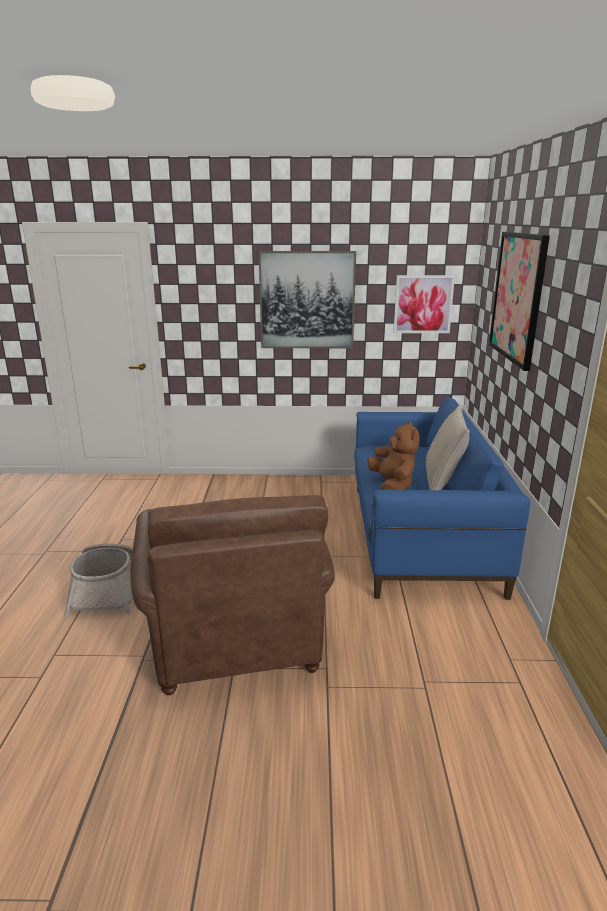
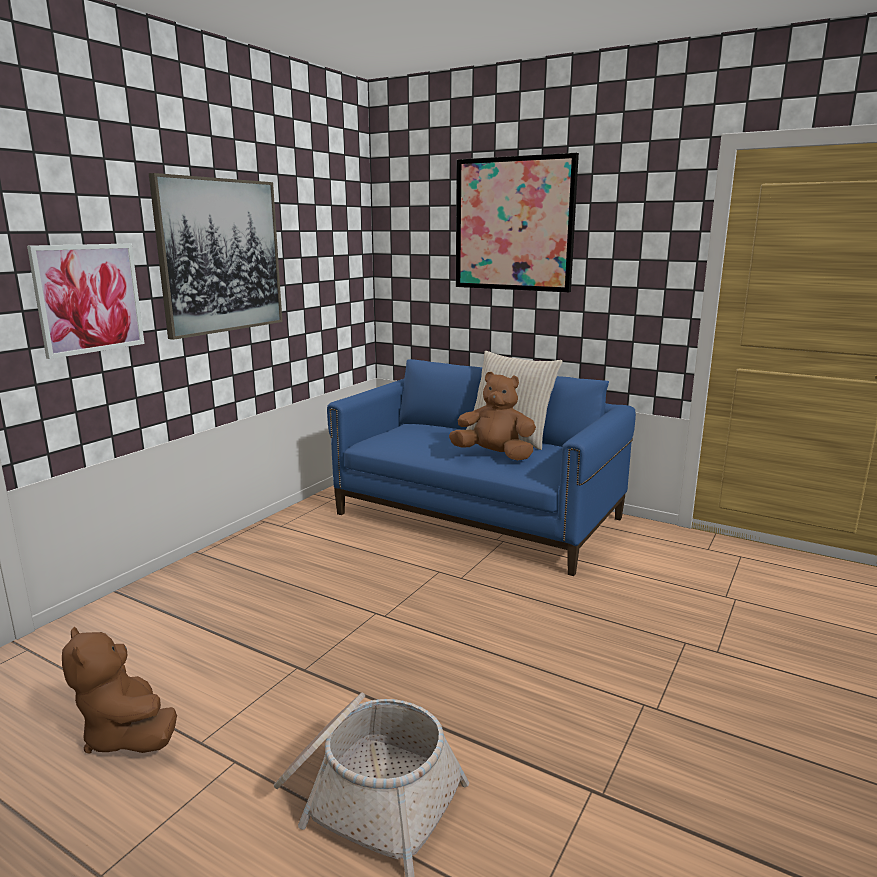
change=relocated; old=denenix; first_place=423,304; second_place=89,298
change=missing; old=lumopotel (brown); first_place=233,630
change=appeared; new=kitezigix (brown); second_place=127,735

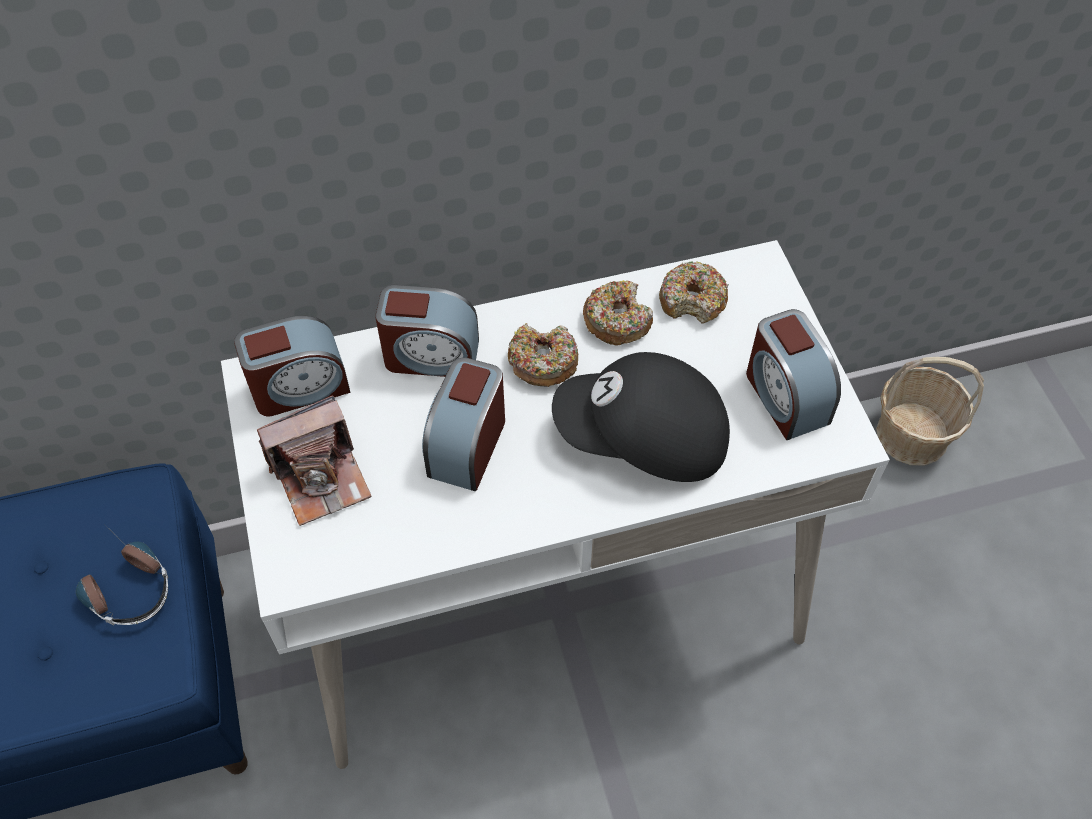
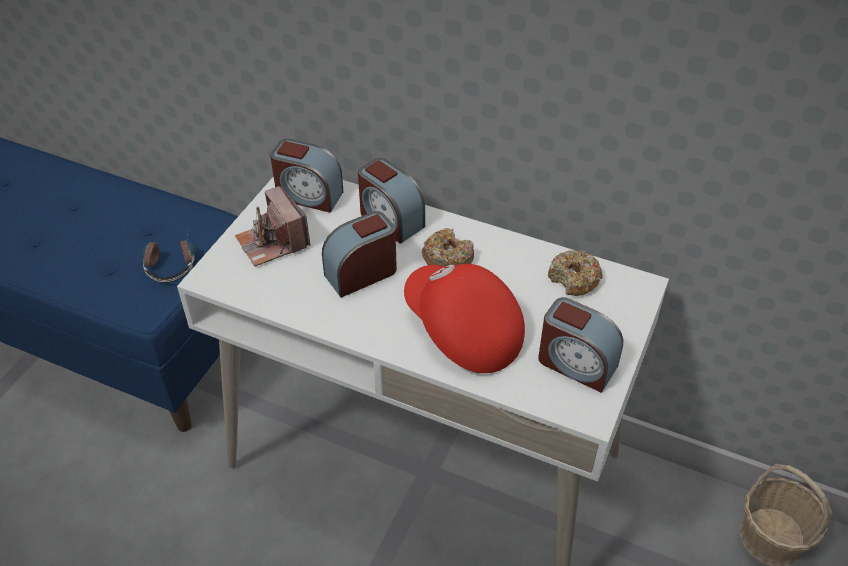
change=missing; old=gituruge; first_place=617,320
change=spun; old=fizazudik; first_place=785,396; second_place=576,364; degrees=-75
change=colour; old=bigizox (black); new=bigizox (red); first_place=643,439; second_place=462,331
change=spun; old=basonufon; first_place=321,477; second_place=273,242; degrees=45

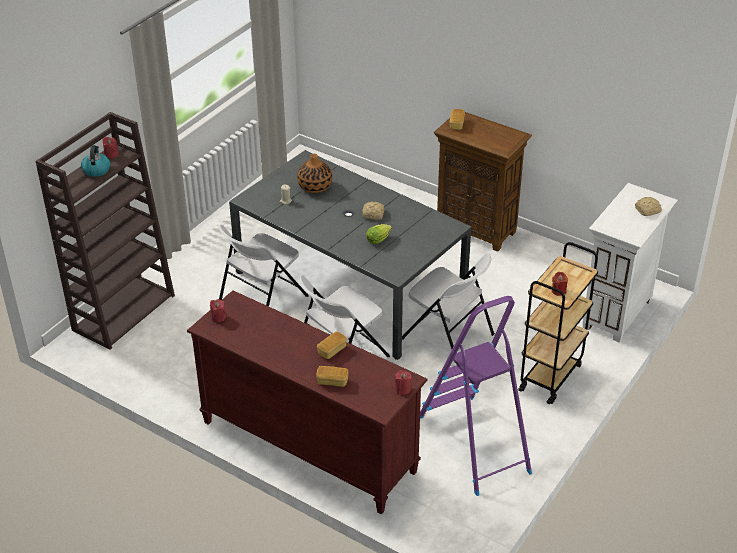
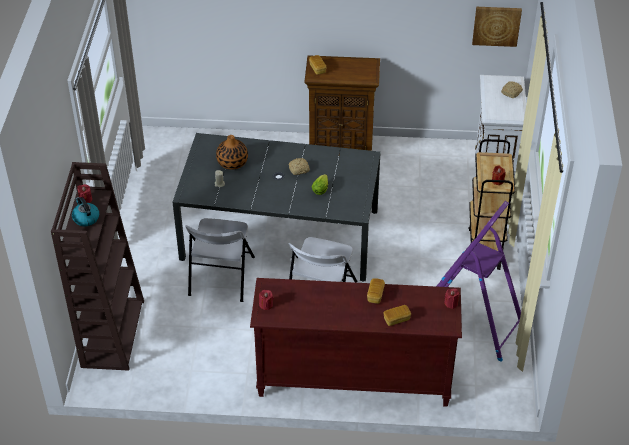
change=missing; old=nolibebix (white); first_place=447,337
change=appeared; new=denenix; second_place=496,25

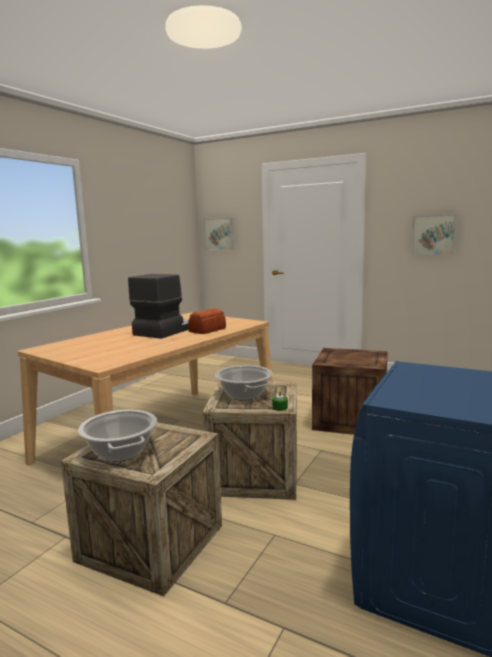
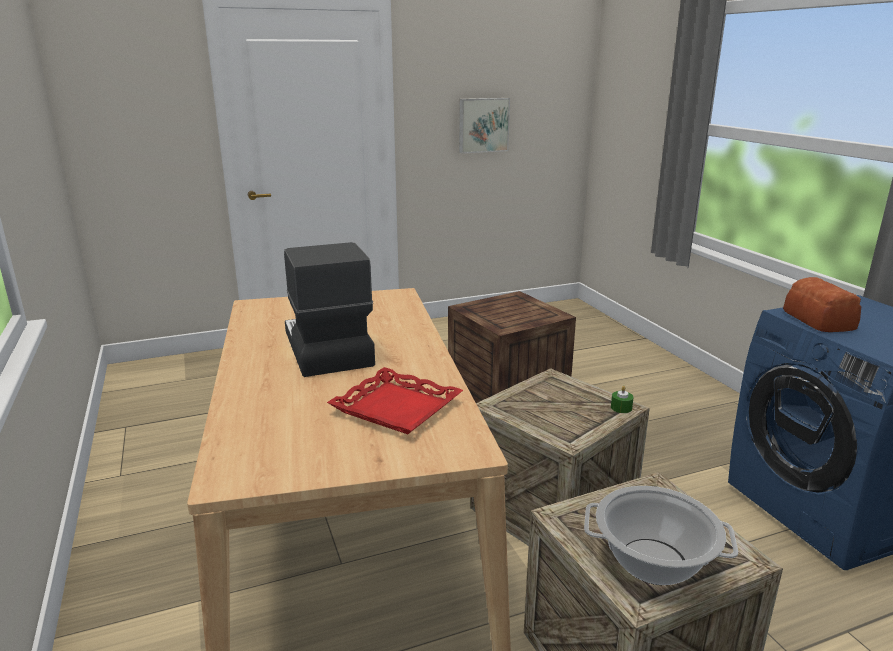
change=missing; old=denenix; first_place=219,234
change=relocated; old=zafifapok; first_place=208,330; second_place=819,319
change=missing; old=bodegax; first_place=244,395
change=appeared; new=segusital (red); second_place=397,407

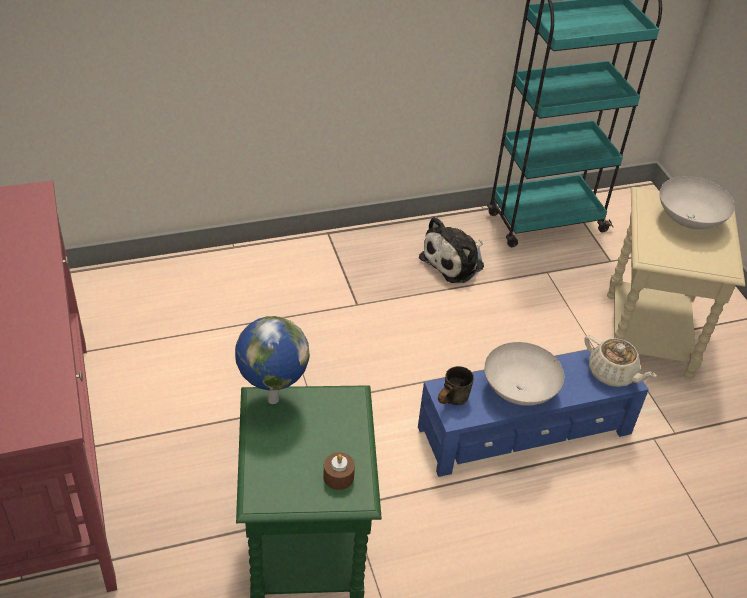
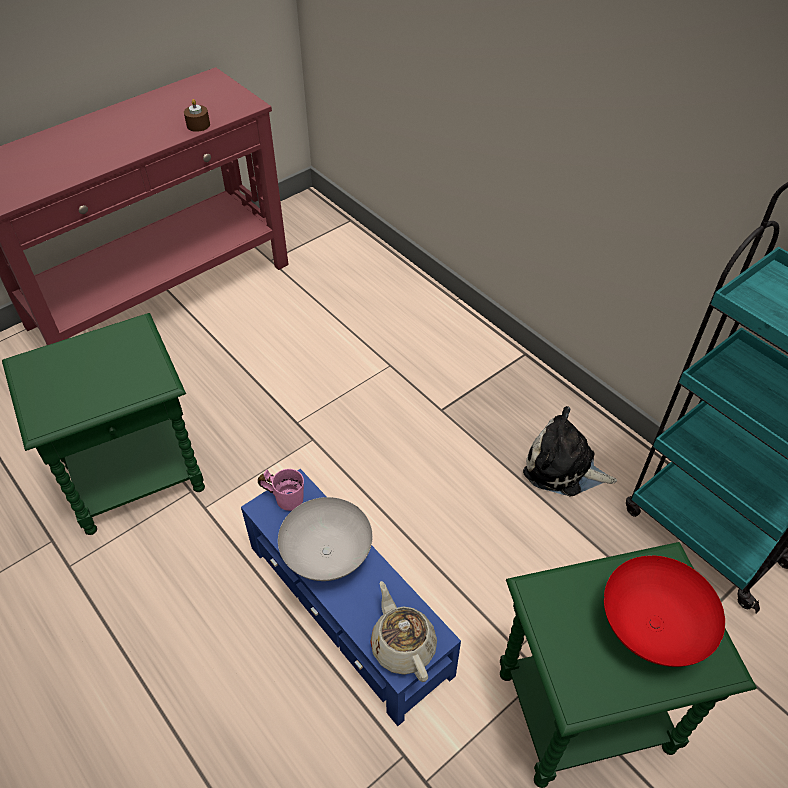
change=colour; old=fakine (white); new=fakine (red); first_place=688,219; second_place=654,626
change=colour; old=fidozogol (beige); new=fidozogol (green); first_place=651,334; second_place=586,712
change=missing; old=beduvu; first_place=271,399
change=spun; old=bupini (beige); first_place=612,374; second_place=402,645; degrees=135
change=colour; old=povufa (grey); new=povufa (pink); first_place=449,399; second_place=285,496
change=relocated; old=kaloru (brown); first_place=338,477; second_place=198,125

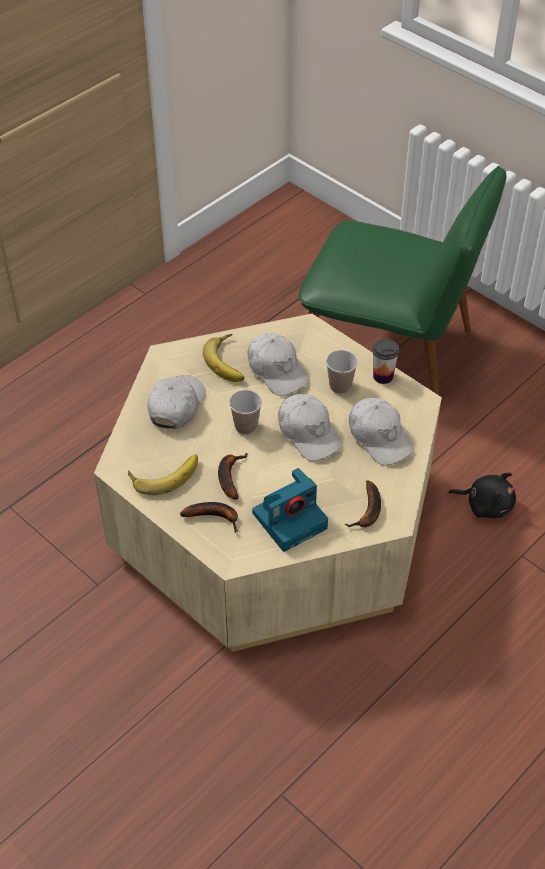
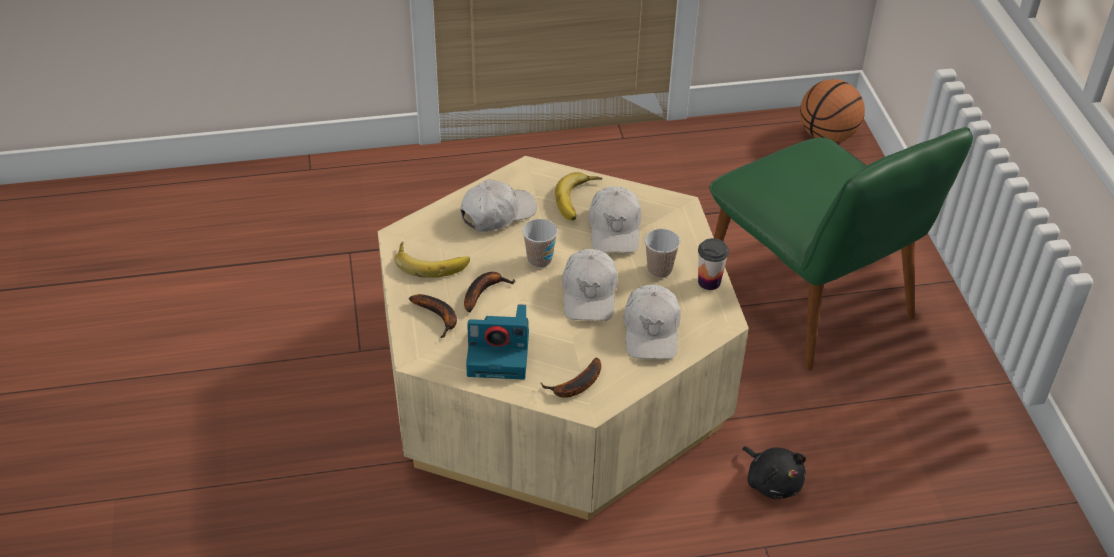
change=appeared; new=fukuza; second_place=827,136

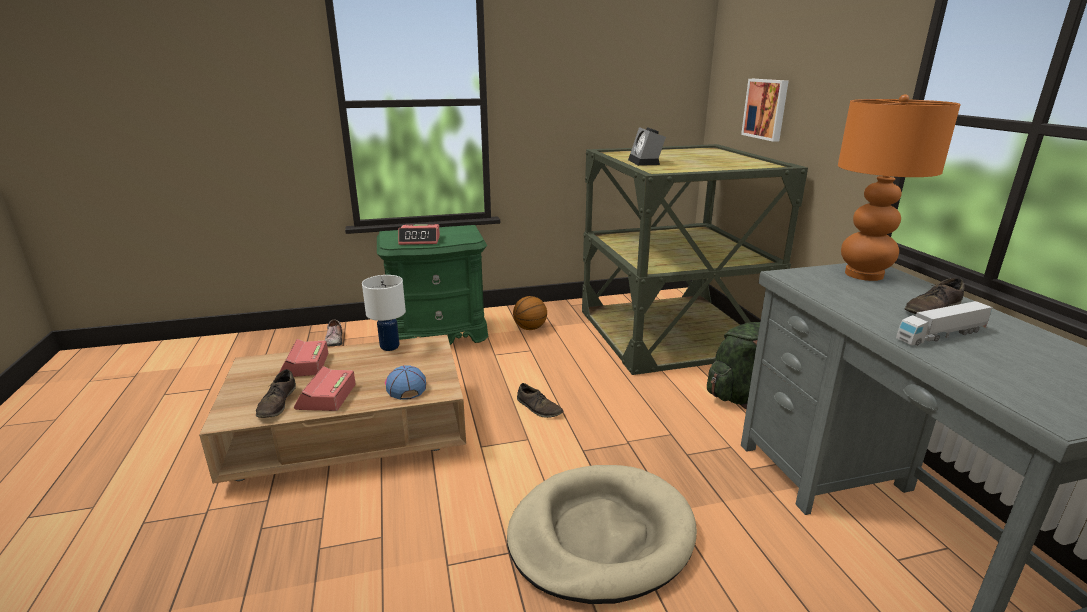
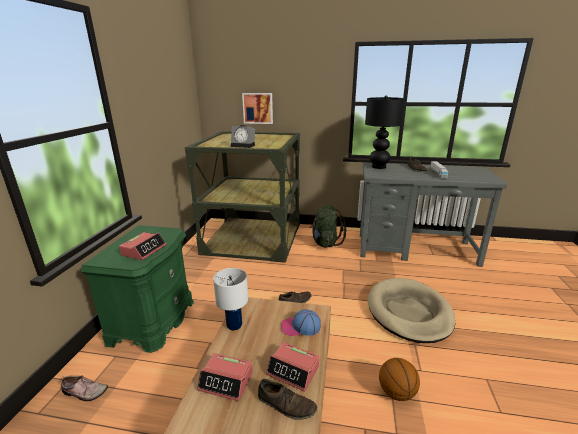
change=colour; old=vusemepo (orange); new=vusemepo (black); first_place=864,275; second_place=379,167
change=relocated; old=fukuza; first_place=530,328; second_place=396,393

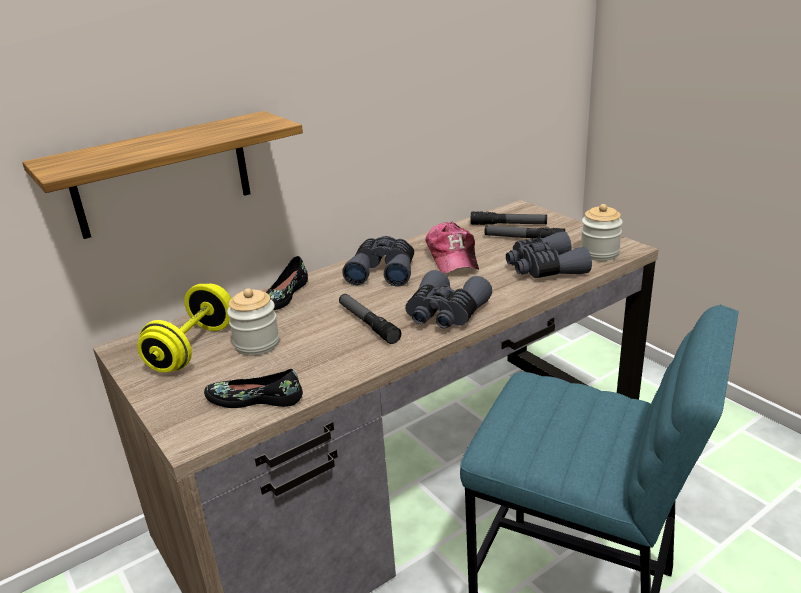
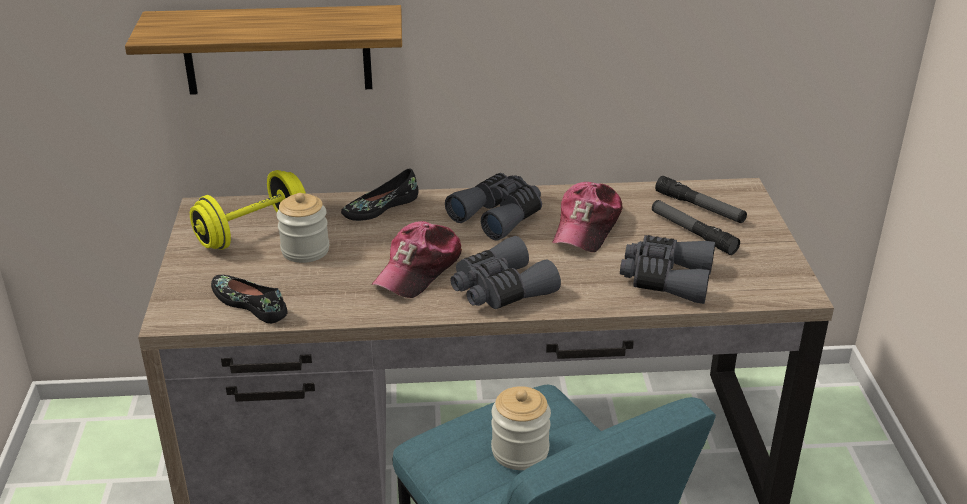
change=relocated; old=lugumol; first_place=599,253; second_place=520,451
change=exchanged; old=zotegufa; new=bigizox; first_place=368,323; second_place=419,270

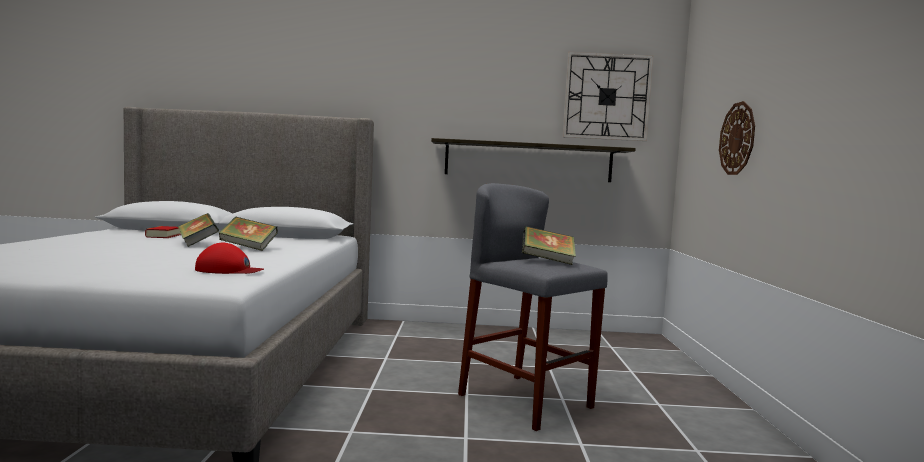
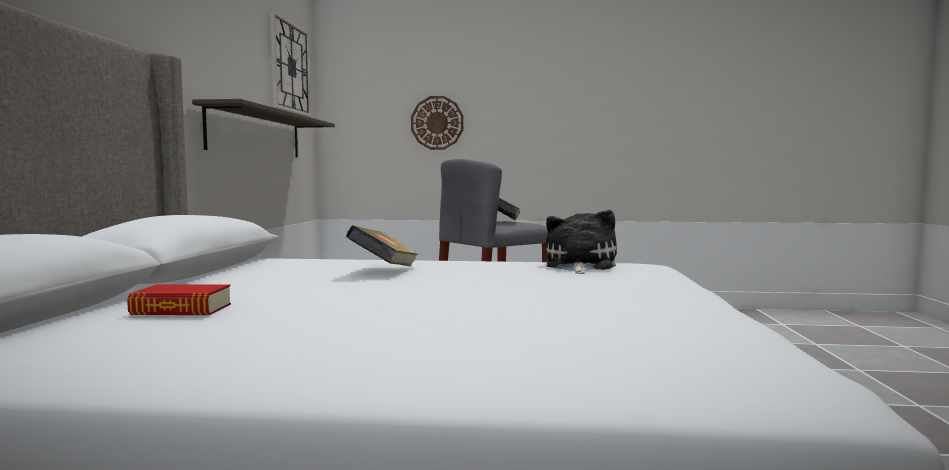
change=missing; old=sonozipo; first_place=197,244
change=exchanged; old=bigizox (red); new=kitezigix; first_place=228,270; second_place=579,266

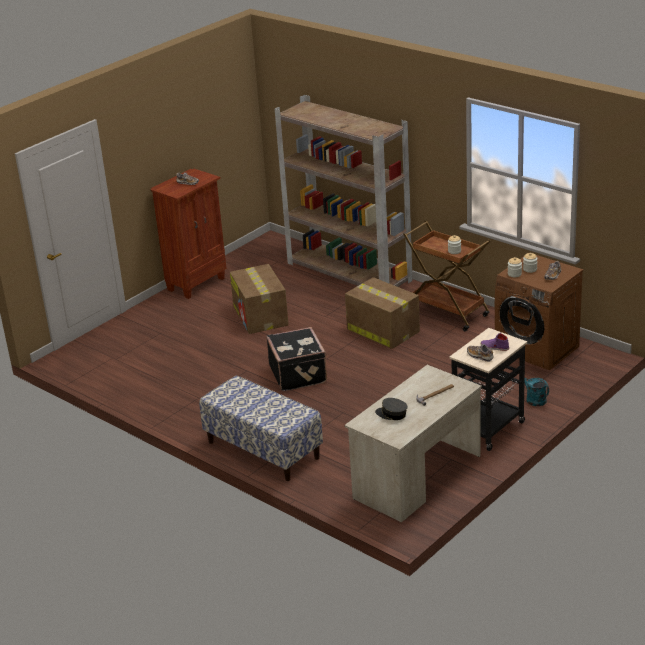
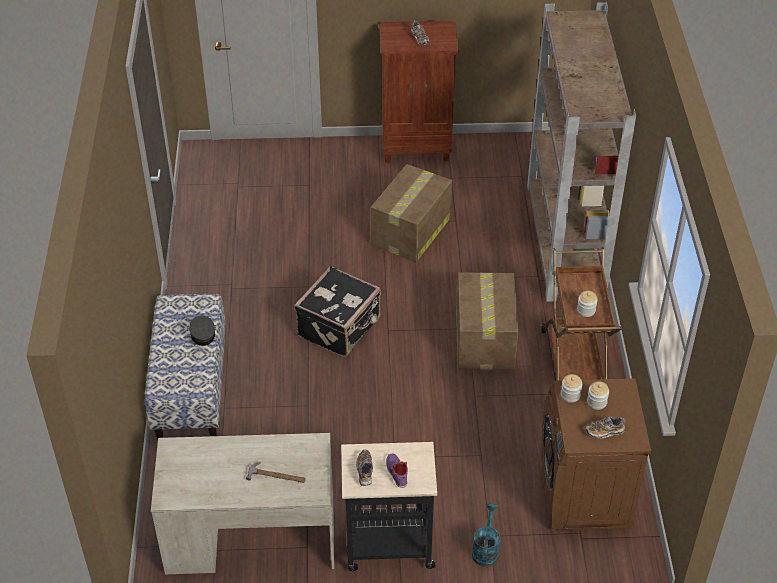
change=relocated; old=bigizox (grey); first_place=391,414; second_place=202,334

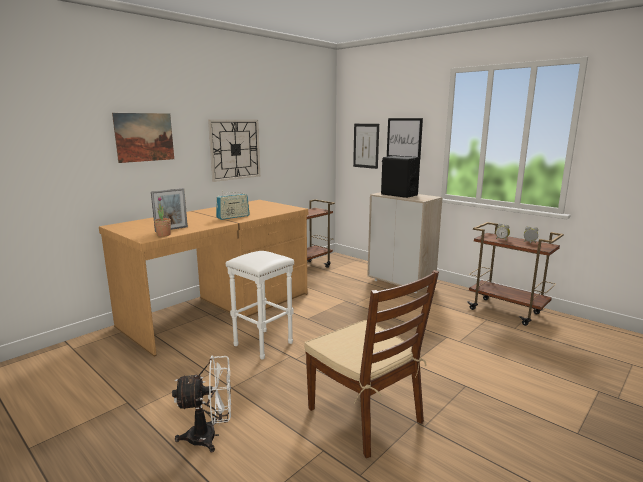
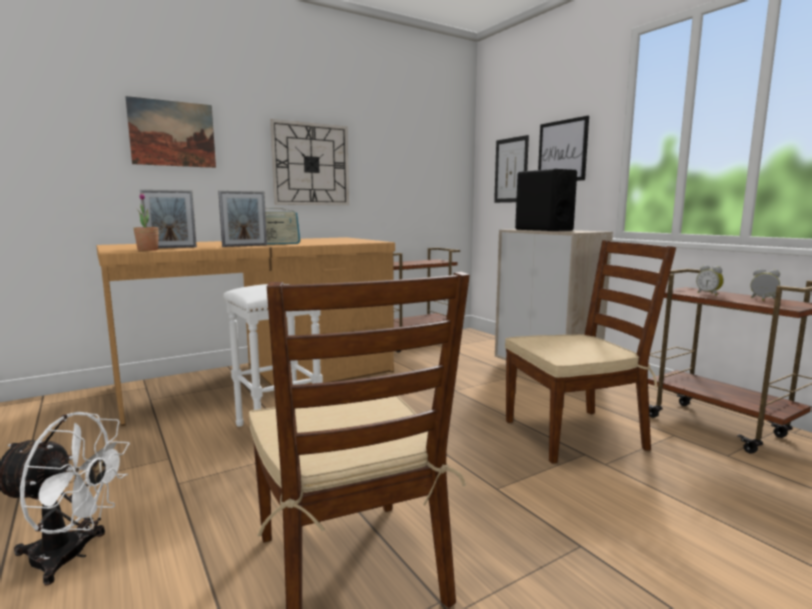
change=appeared; new=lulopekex; second_place=245,246
change=appeared; new=nolibebix (brown); second_place=575,434

